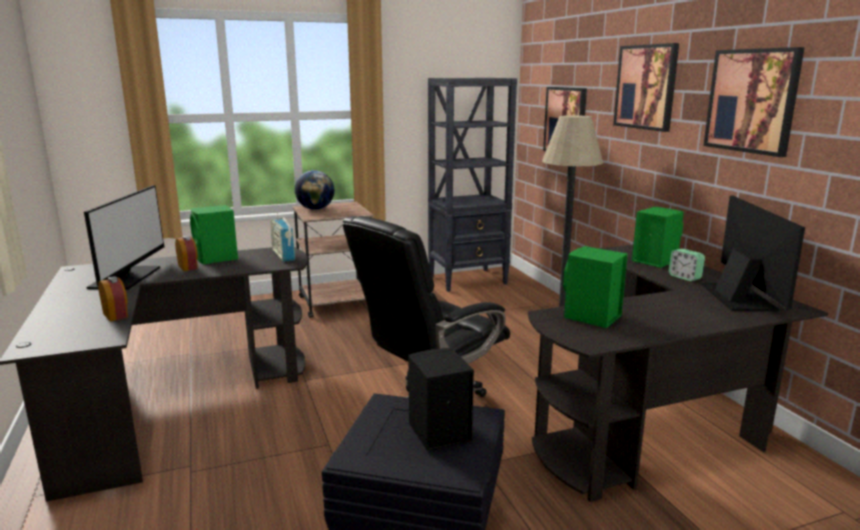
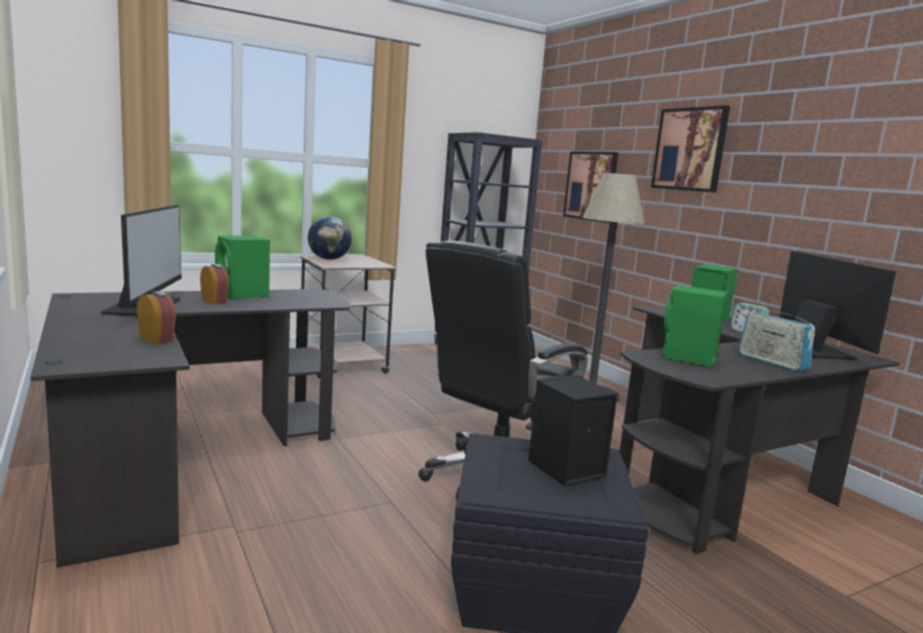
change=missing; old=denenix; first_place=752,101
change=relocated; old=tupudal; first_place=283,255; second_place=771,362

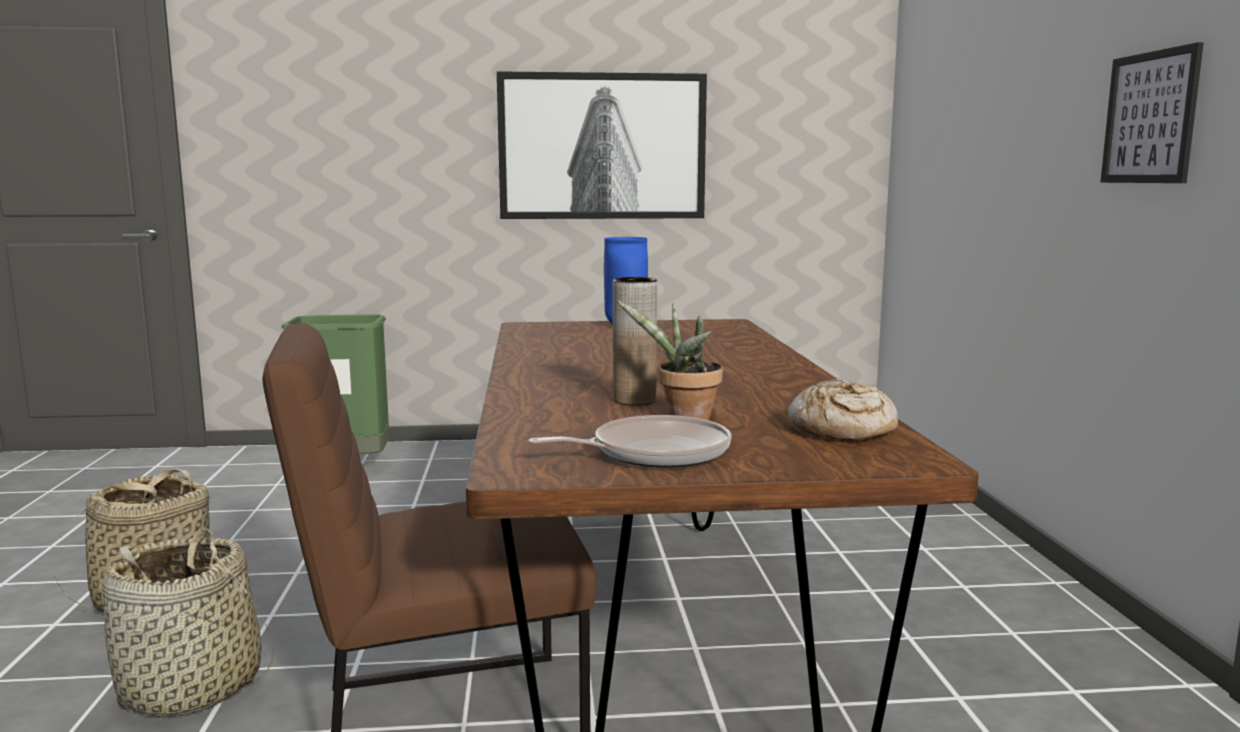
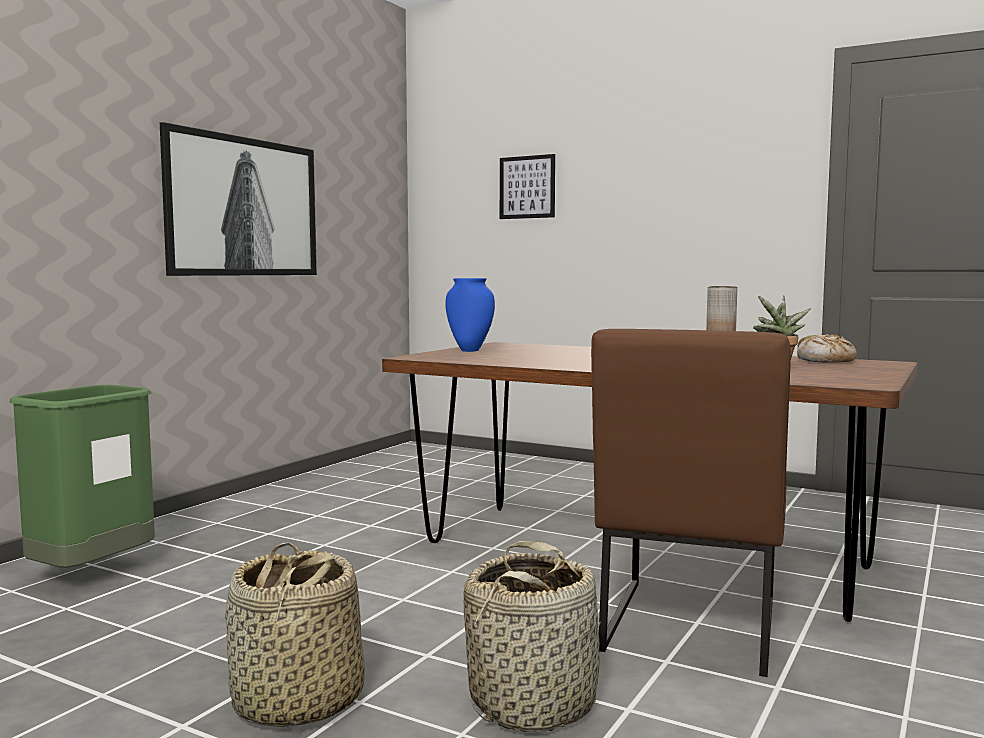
change=relocated; old=denenix; first_place=1150,118; second_place=527,187
change=missing; old=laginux; first_place=653,453

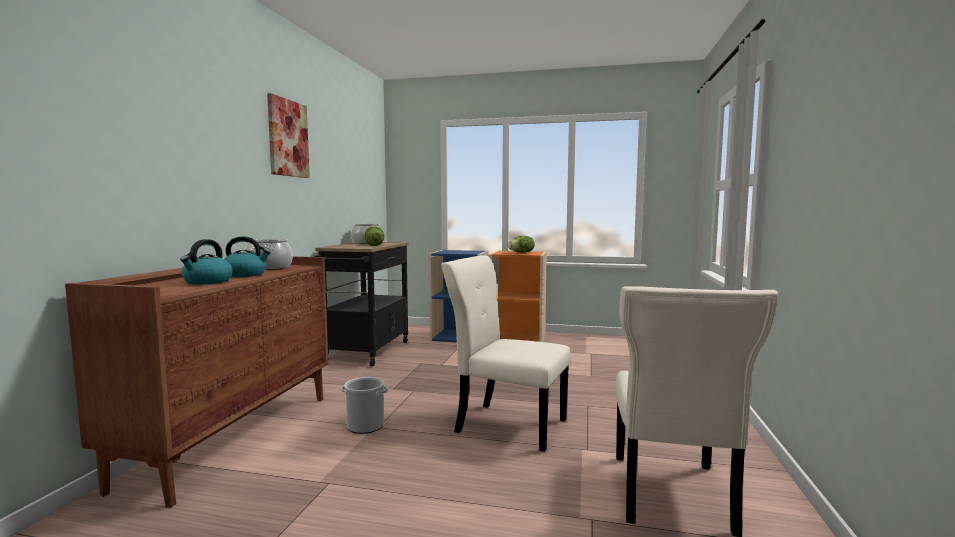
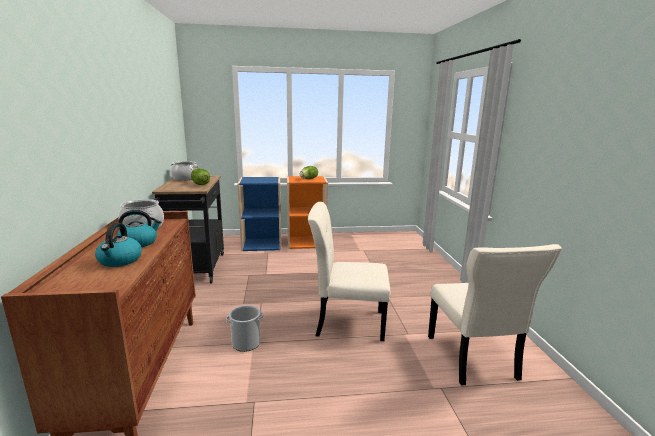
change=missing; old=denenix; first_place=288,138

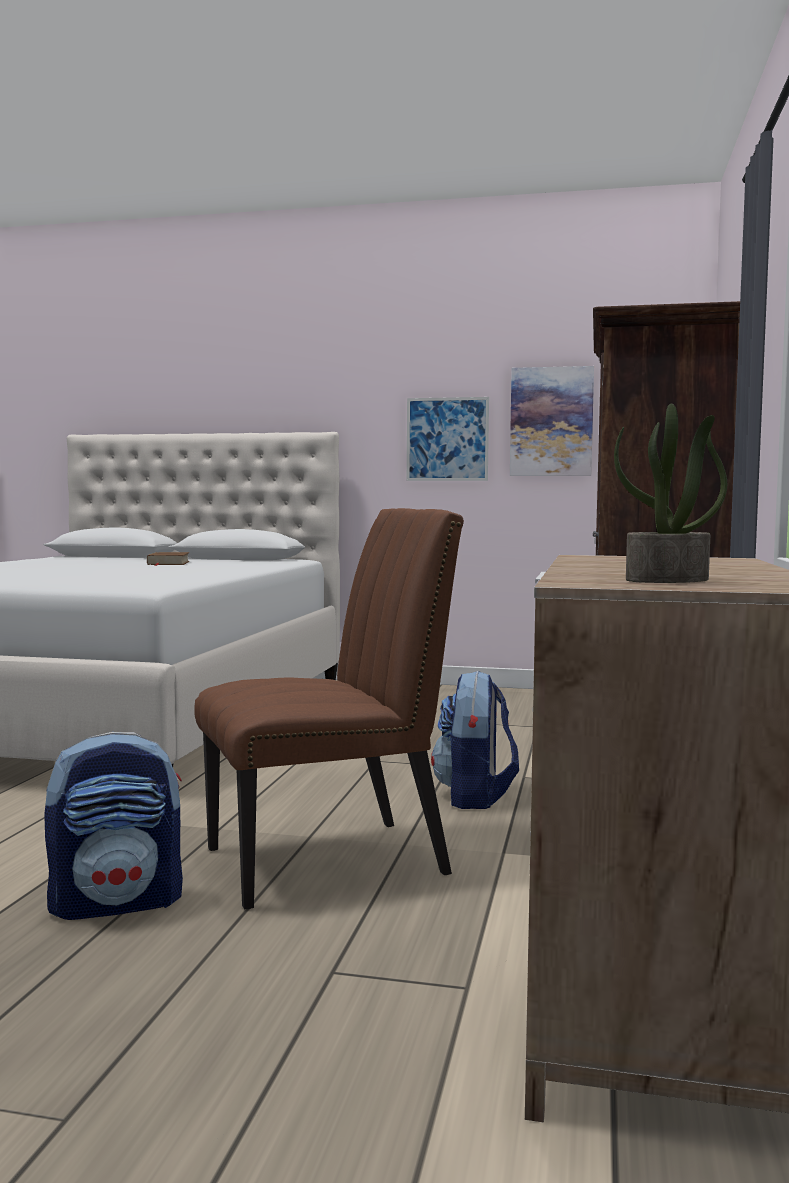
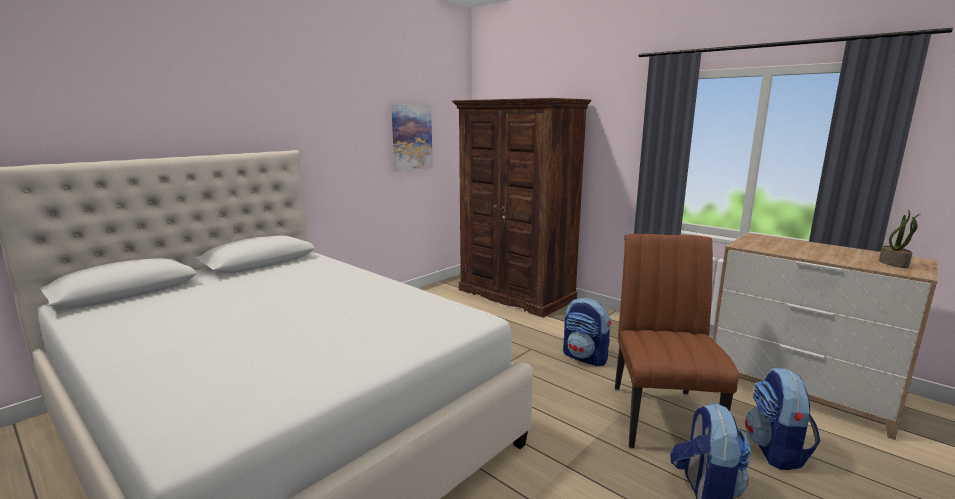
change=missing; old=denenix; first_place=447,439
change=missing; old=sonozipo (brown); first_place=168,563
change=appeared; new=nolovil; second_place=776,451

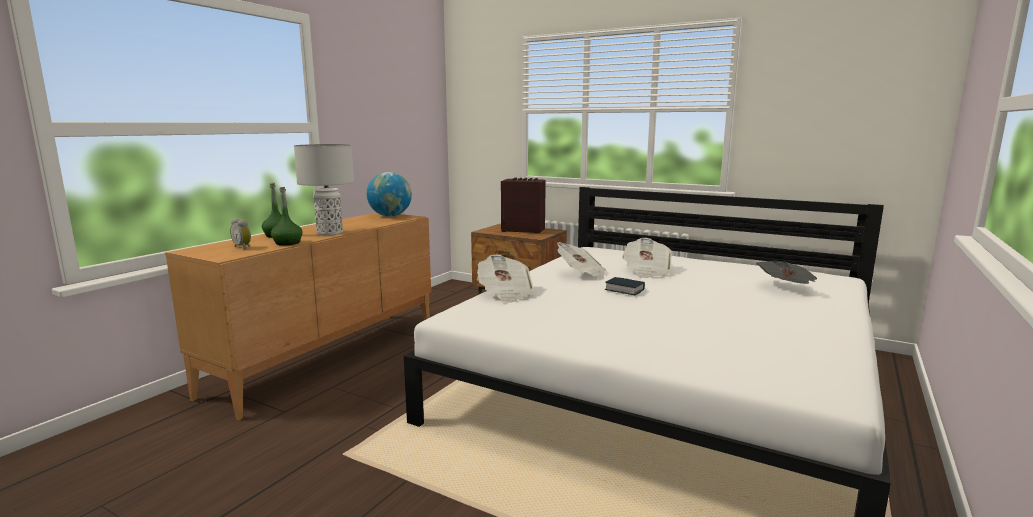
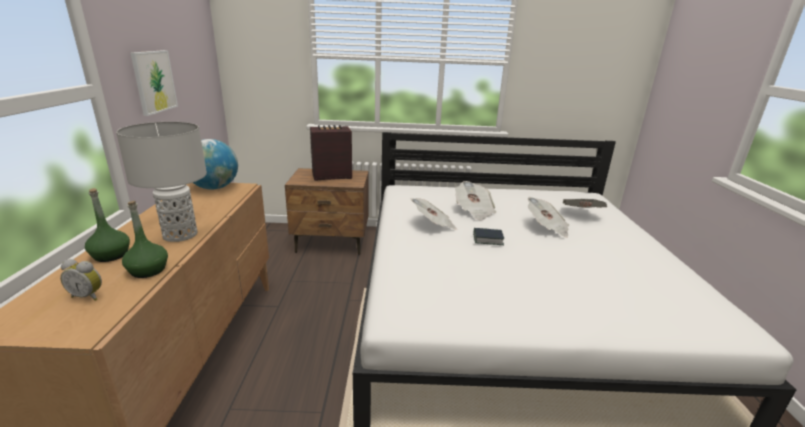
change=relocated; old=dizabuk; first_place=505,294; second_place=547,228
change=appeared; new=denenix; second_place=154,81

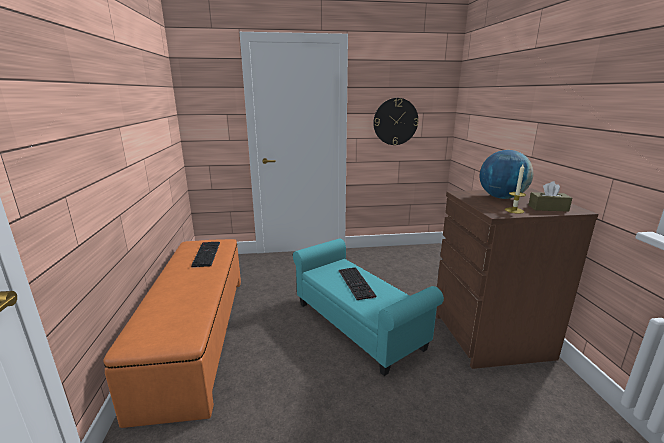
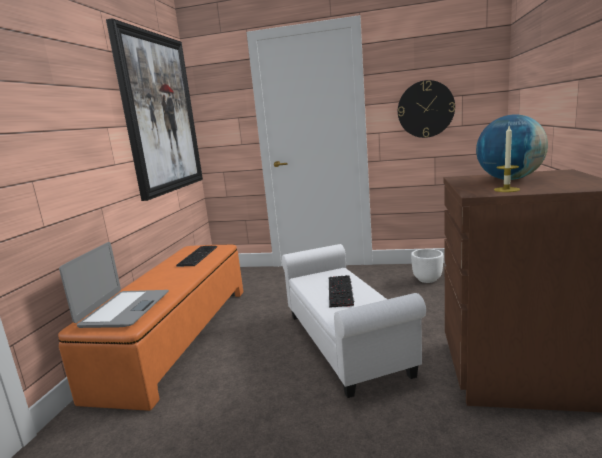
change=missing; old=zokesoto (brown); first_place=548,208
change=colour; old=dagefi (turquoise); new=dagefi (white); first_place=358,325; second_place=345,342
change=appeared; new=denenix; second_place=160,114
change=appeared; new=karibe; second_place=124,309
change=appeared; new=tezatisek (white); second_place=427,279

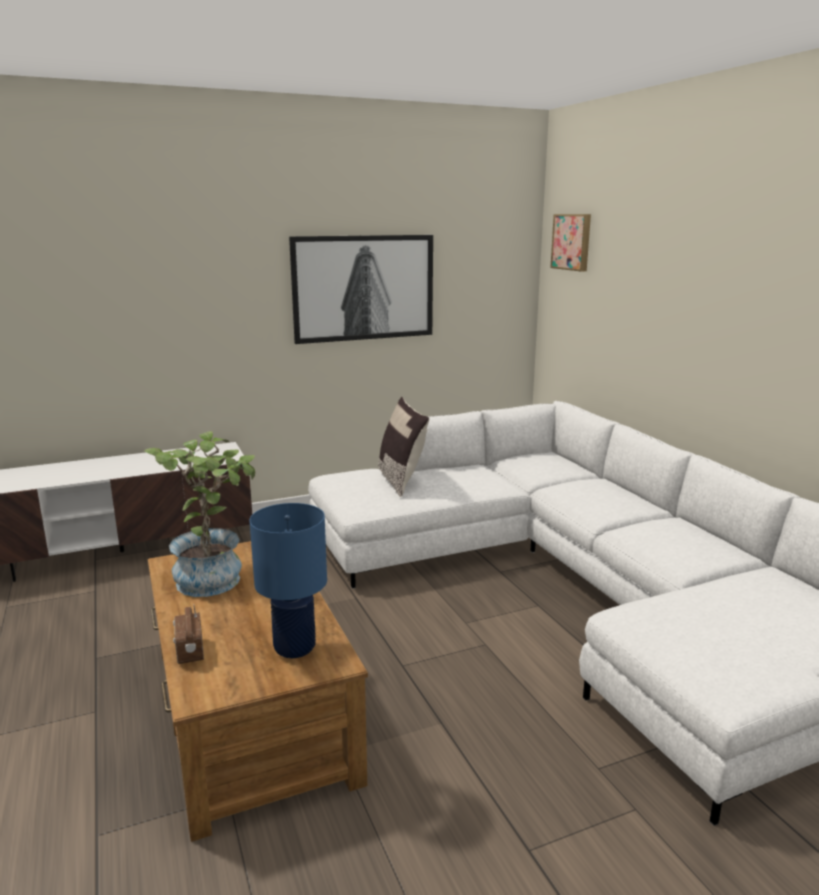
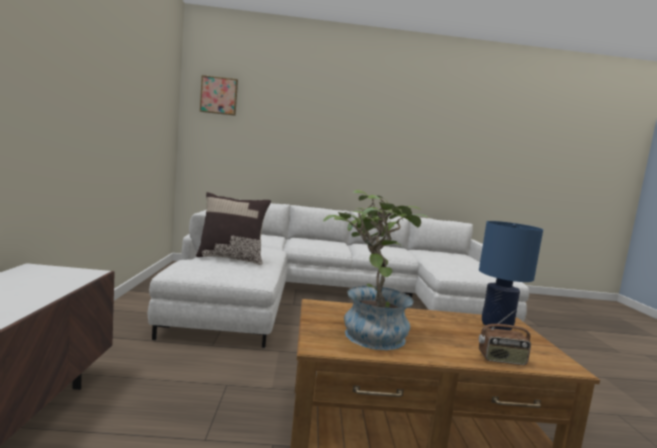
change=missing; old=denenix; first_place=364,288

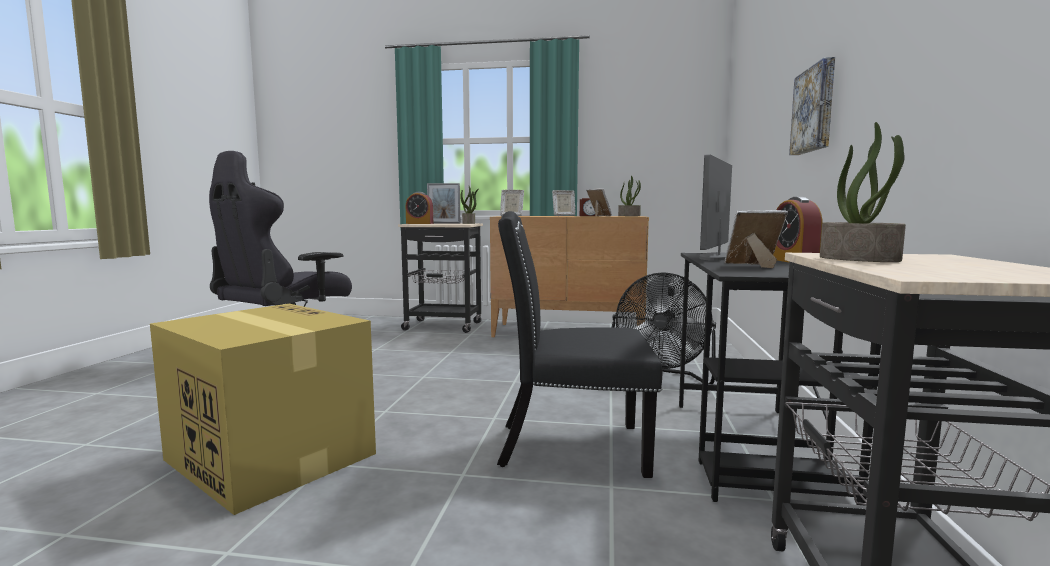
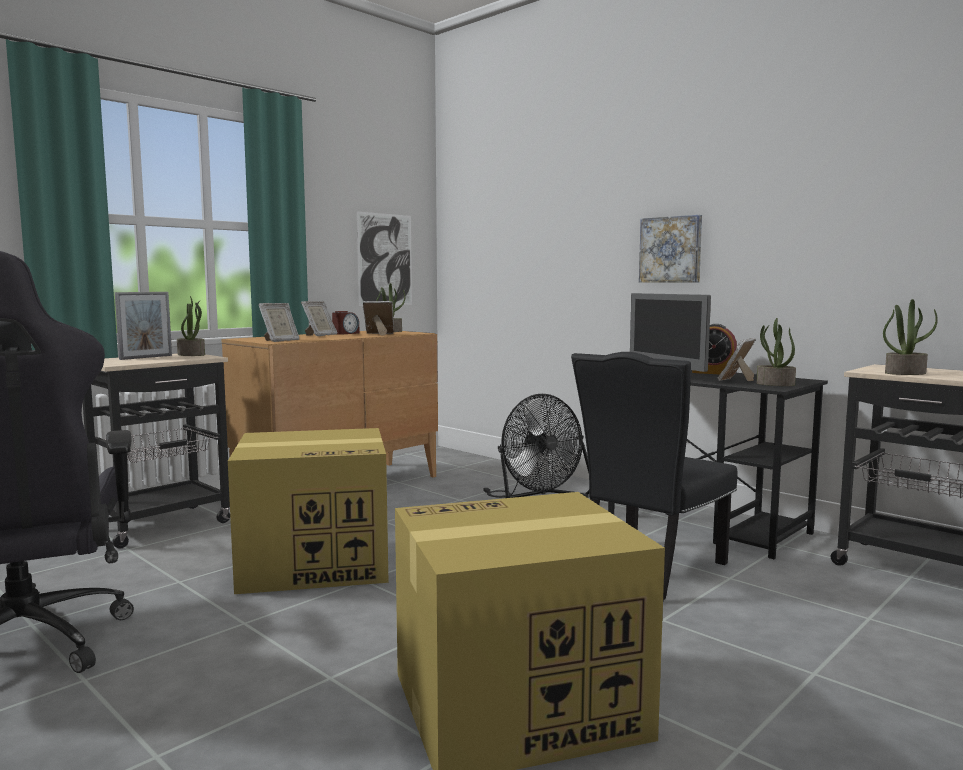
change=missing; old=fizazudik; first_place=419,223
change=appeared; new=denenix; second_place=385,259
change=appeared; new=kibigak; second_place=774,384
change=appeared; new=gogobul; second_place=317,563

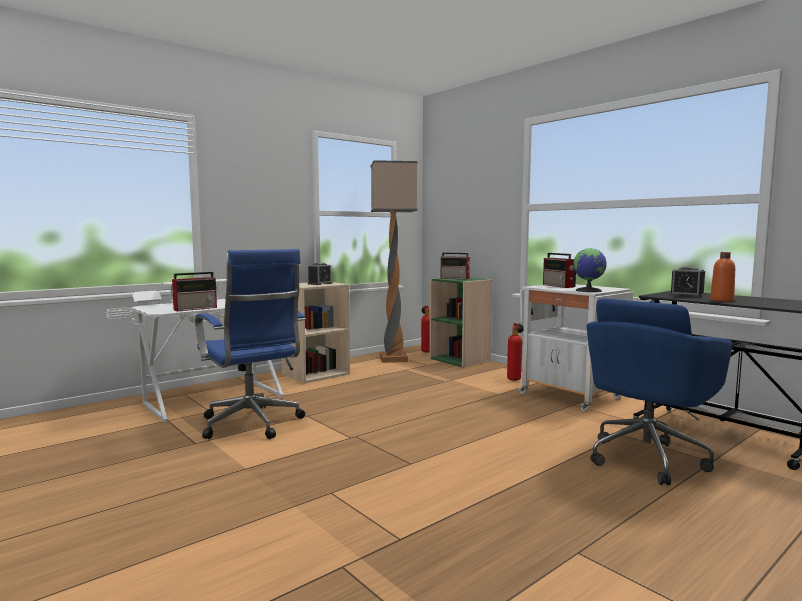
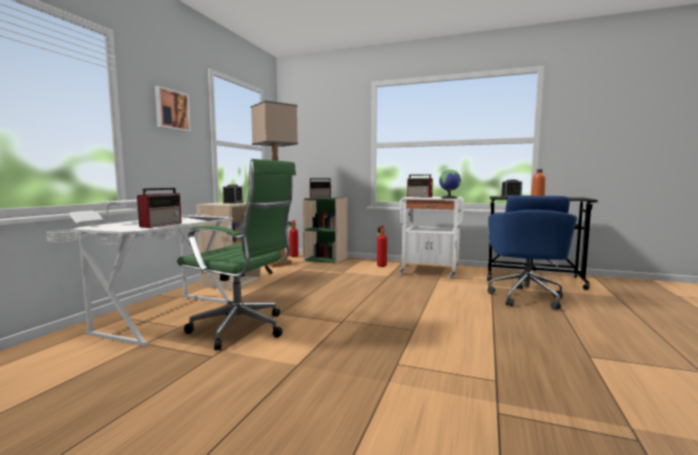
change=colour; old=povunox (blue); new=povunox (green); first_place=252,425; second_place=243,330
change=appeared; new=denenix; second_place=171,110

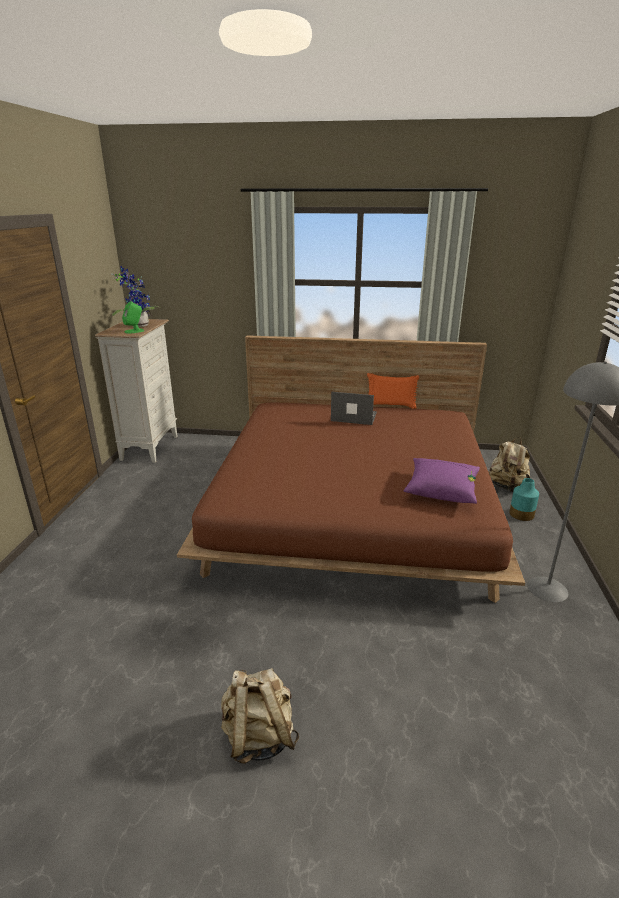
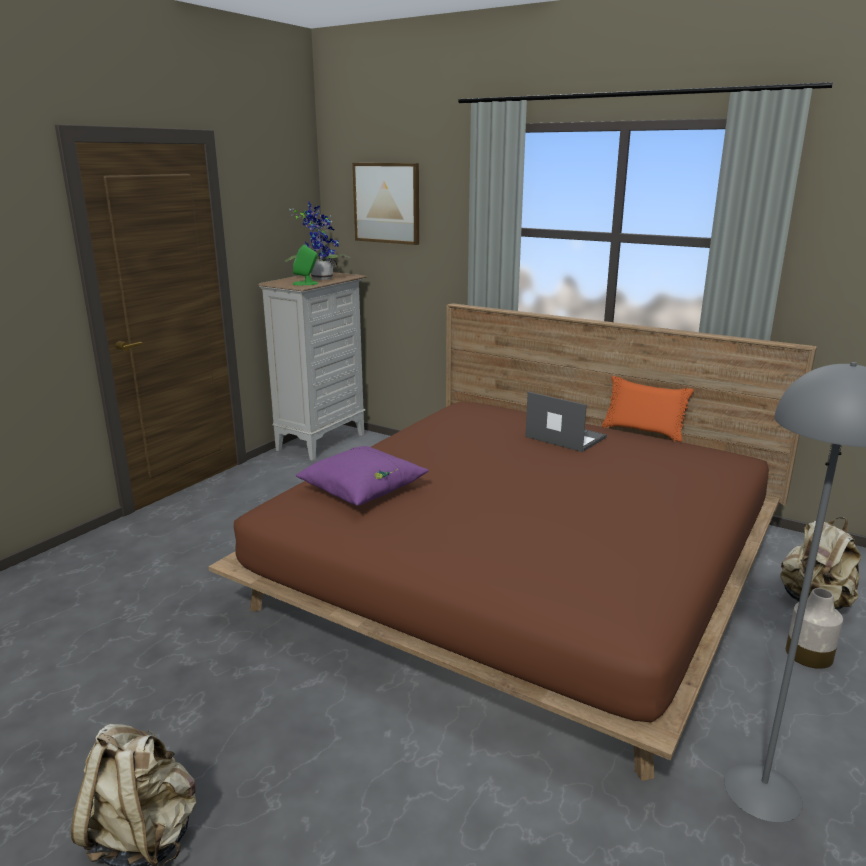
change=relocated; old=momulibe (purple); first_place=441,491; second_place=362,490
change=colour; old=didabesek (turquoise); new=didabesek (beige); first_place=521,514; second_place=808,654
change=appeared; new=denenix; second_place=387,203

